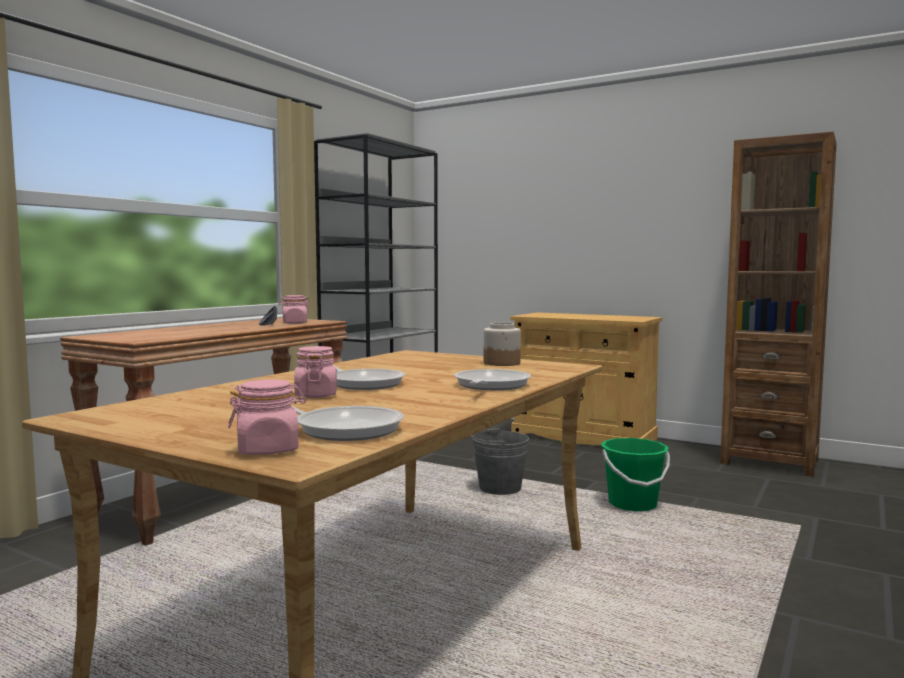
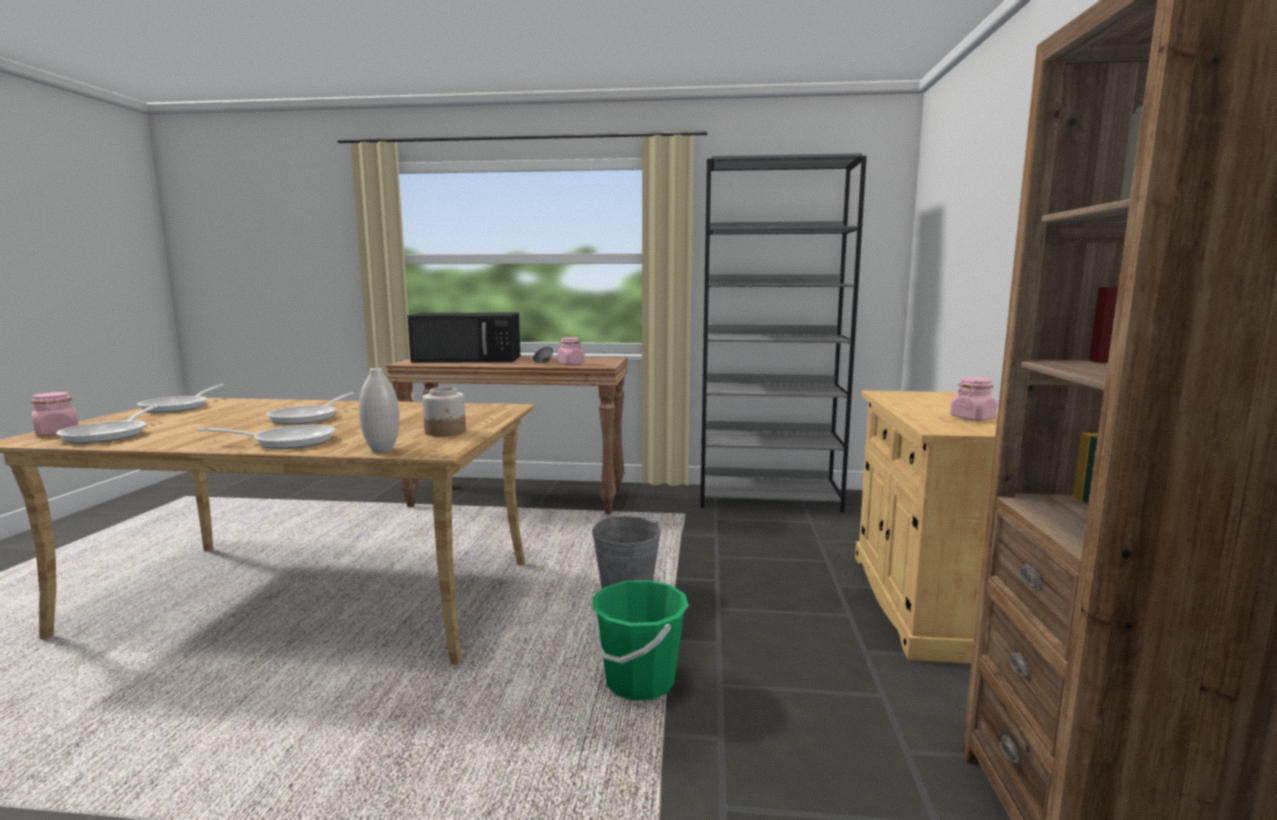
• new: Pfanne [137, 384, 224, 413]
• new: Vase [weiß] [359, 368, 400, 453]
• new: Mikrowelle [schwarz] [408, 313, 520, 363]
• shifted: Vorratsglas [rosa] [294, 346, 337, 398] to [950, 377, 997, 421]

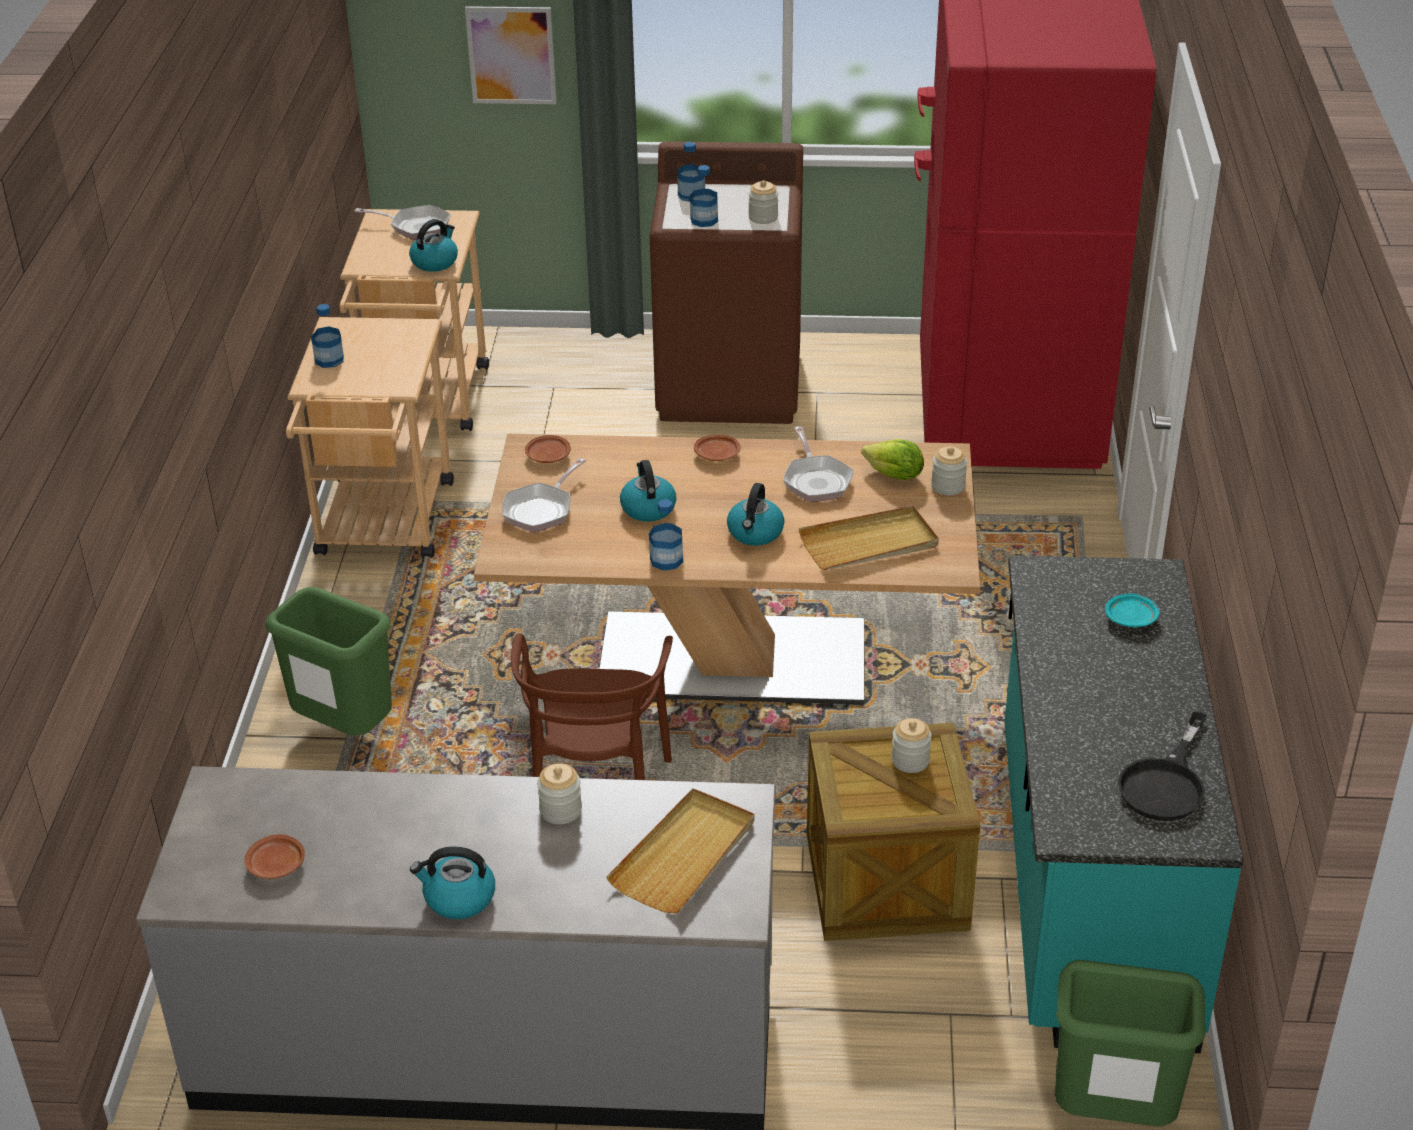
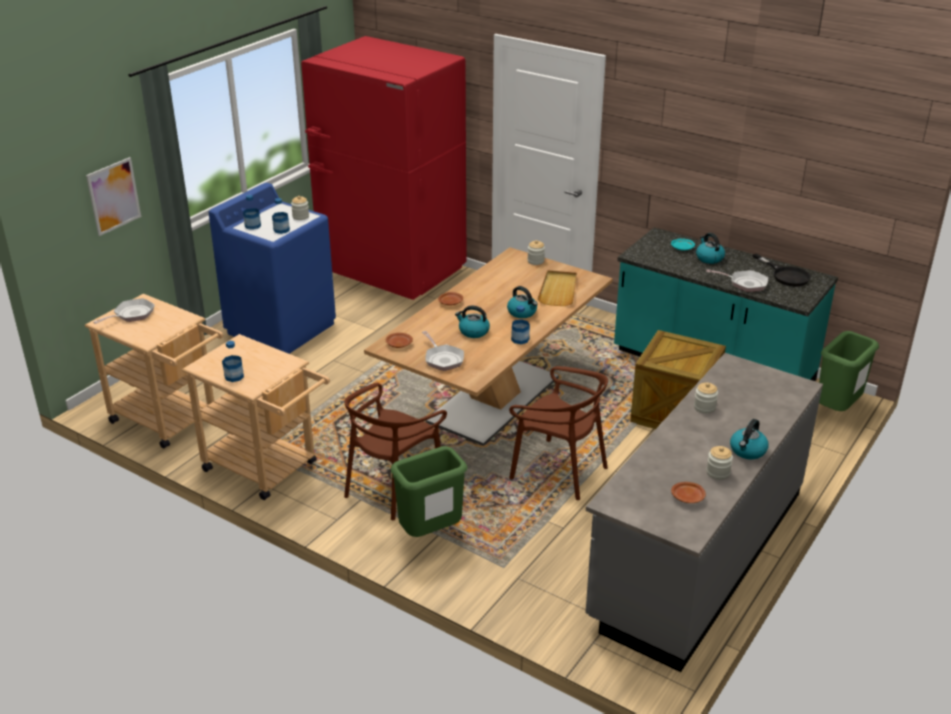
• gone: Tablett [beige] [606, 788, 755, 913]
• gone: Salatkopf [861, 439, 924, 480]
• new: Stuhl [braun] [344, 383, 447, 520]
• shifted: Wasserkessel [409, 219, 458, 272] to [696, 233, 725, 264]
• shifted: Pfanne [783, 426, 854, 502] to [706, 269, 768, 292]
• shifted: Vorratsglas [891, 718, 932, 773] to [706, 446, 733, 480]
• repainted: Waschmaschine [braun] [650, 141, 803, 424] to Waschmaschine [blau] [209, 183, 336, 354]

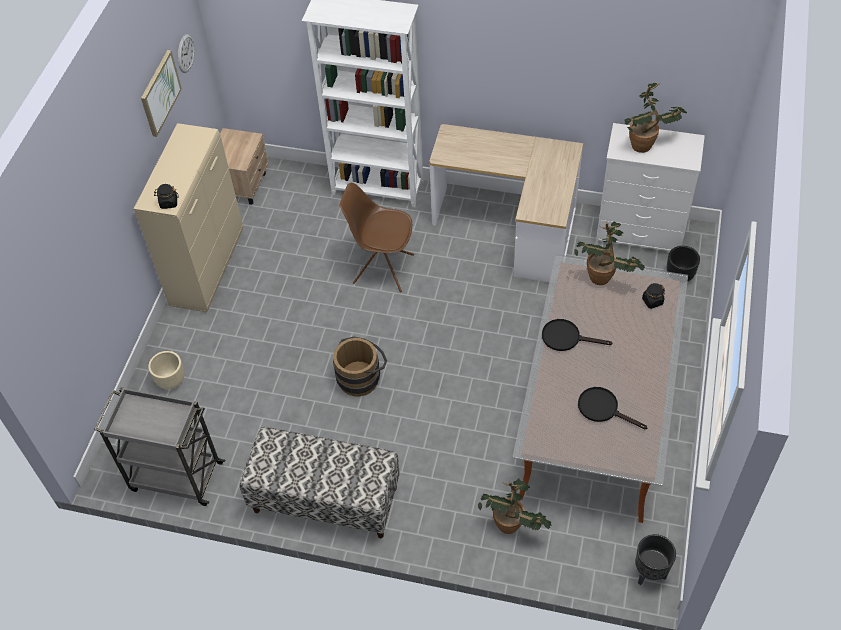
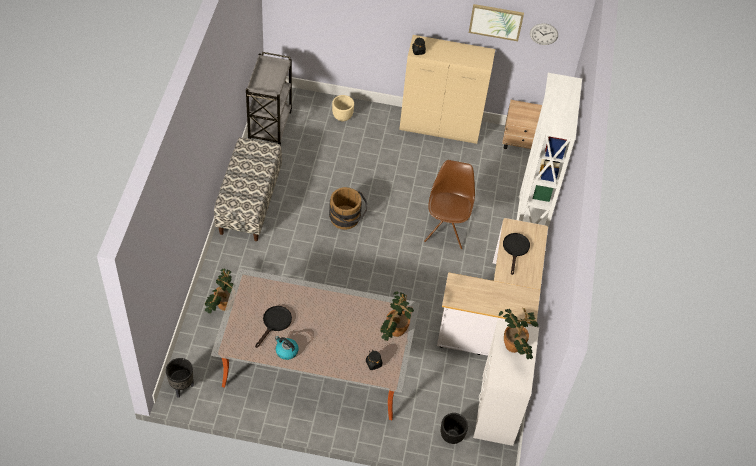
• new: Wasserkessel [275, 336, 299, 360]
• shifted: Pfanne [schwarz] [542, 319, 612, 351] to [503, 233, 530, 275]

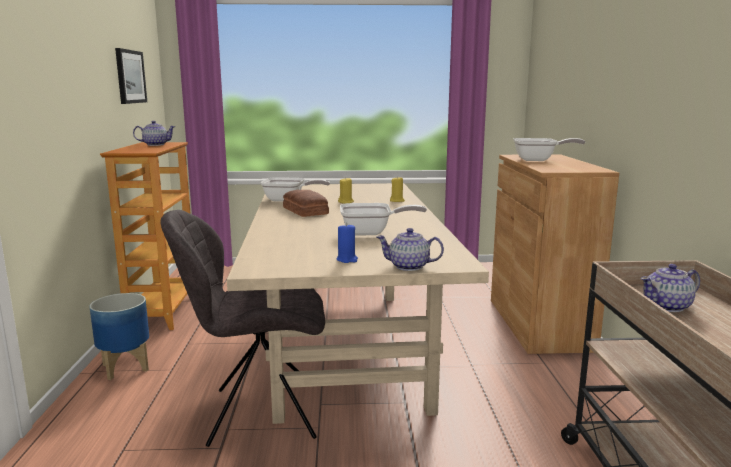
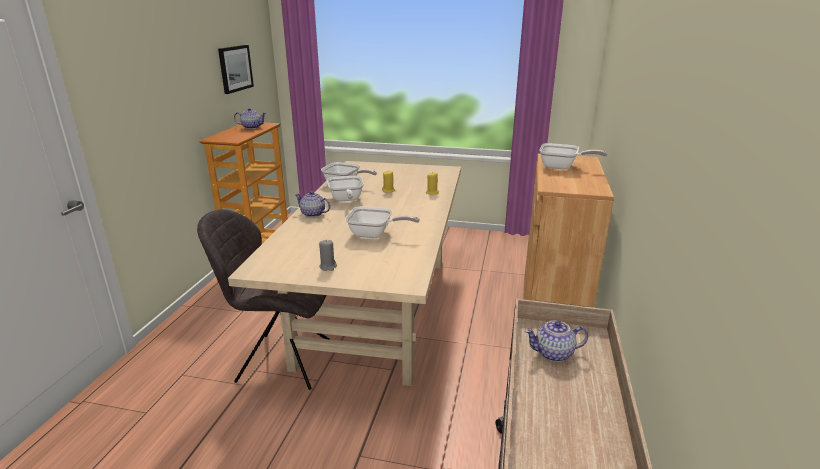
• gone: Pflanzkübel [89, 293, 149, 380]
• shifted: Teekanne [376, 228, 444, 271] to [294, 191, 331, 217]
• swapped: Brot [283, 190, 329, 217] to Pfanne [327, 176, 364, 202]
• repainted: Kerze [blau] [336, 223, 358, 263] to Kerze [grau] [319, 240, 337, 271]

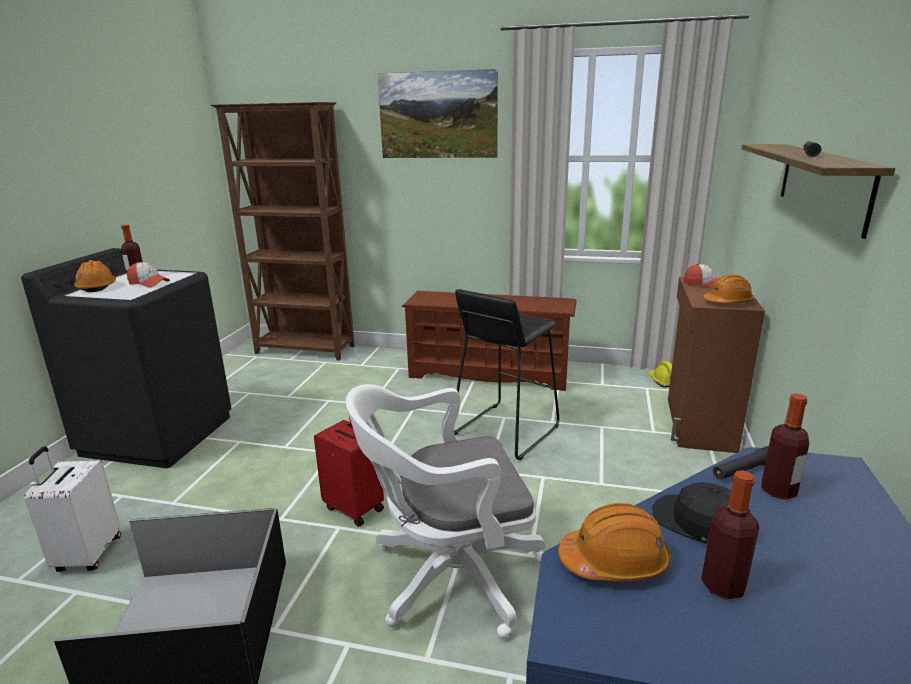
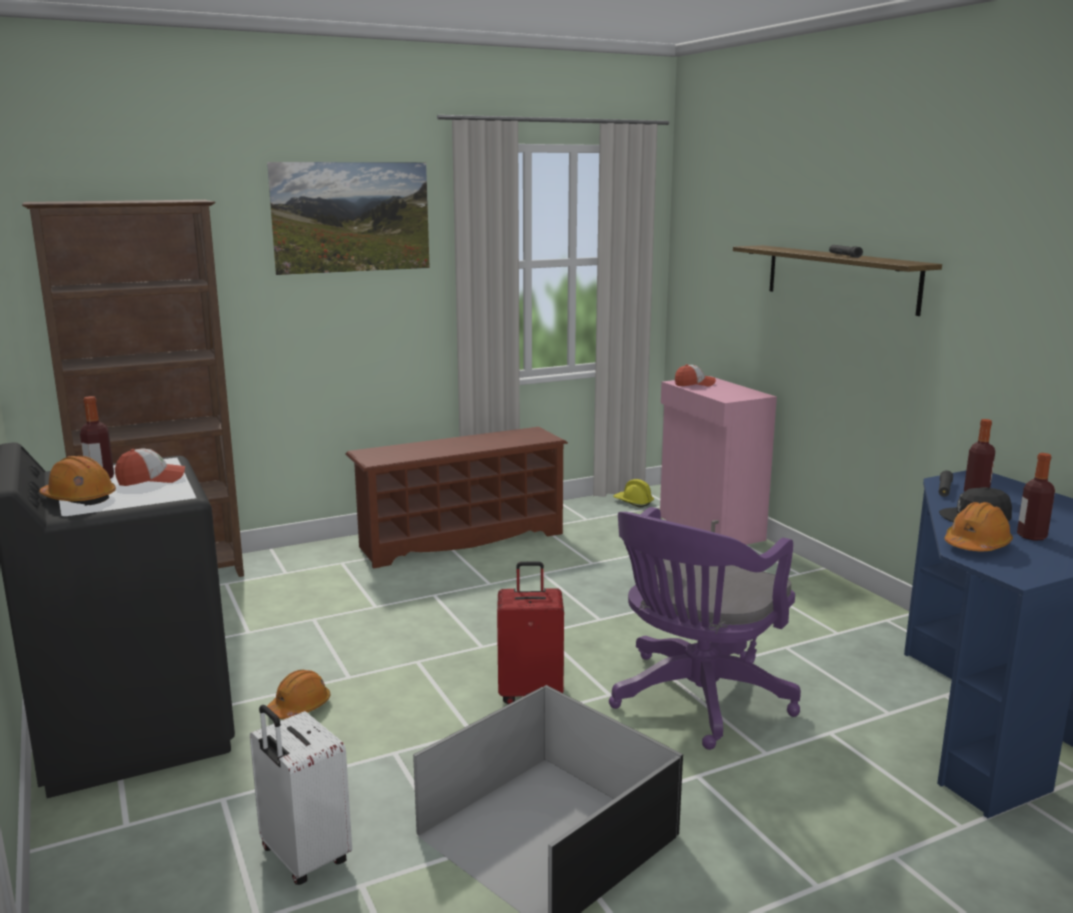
• gone: Hocker [schwarz] [454, 289, 559, 460]
• shifted: Schutzhelm [orange] [703, 275, 754, 303] to [267, 670, 331, 719]
• repainted: Bürostuhl [weiß] [346, 384, 545, 639] to Bürostuhl [lila] [609, 507, 801, 750]
• repainted: Schrank [braun] [668, 277, 765, 453] to Schrank [rosa] [660, 376, 777, 545]

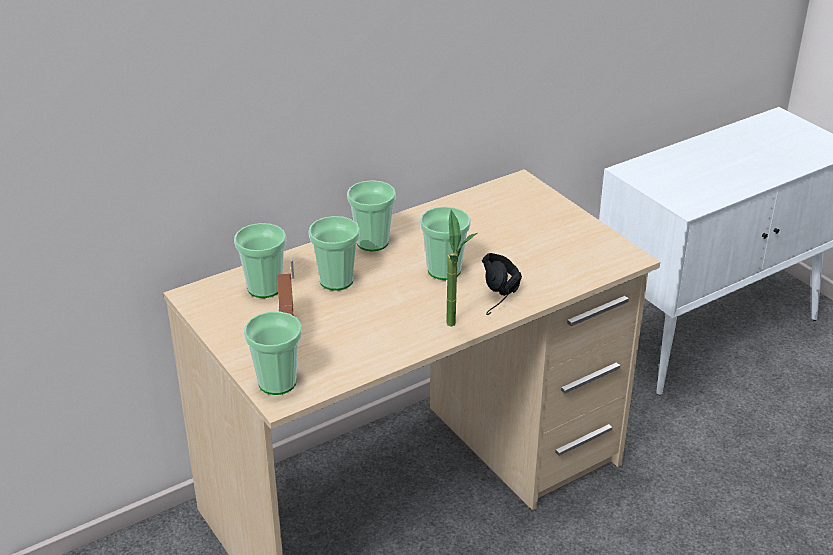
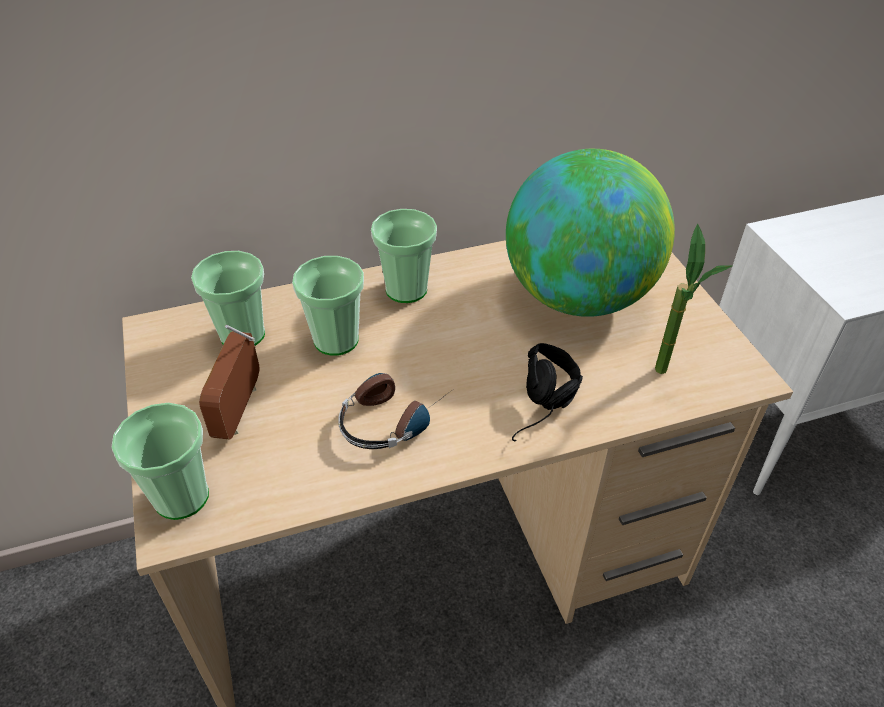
• gone: Tasse [420, 206, 471, 280]
• new: Kopfhörer [338, 373, 454, 449]
• new: Globus [506, 149, 675, 317]
• shifted: Topfpflanze [446, 210, 477, 327] to [655, 224, 732, 374]

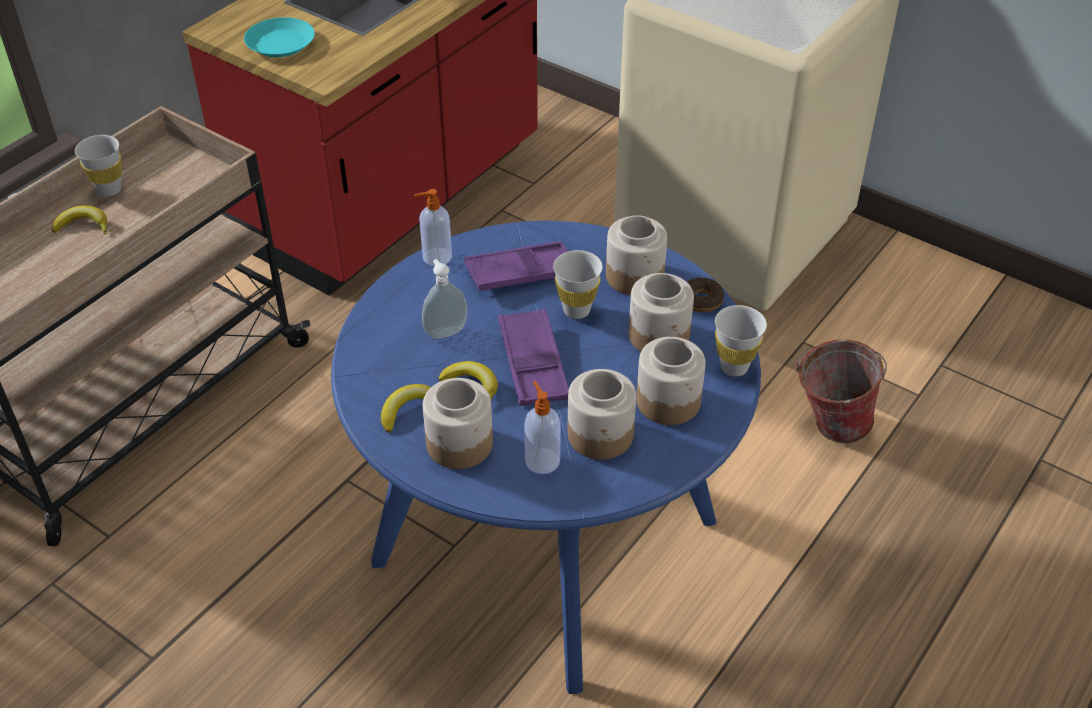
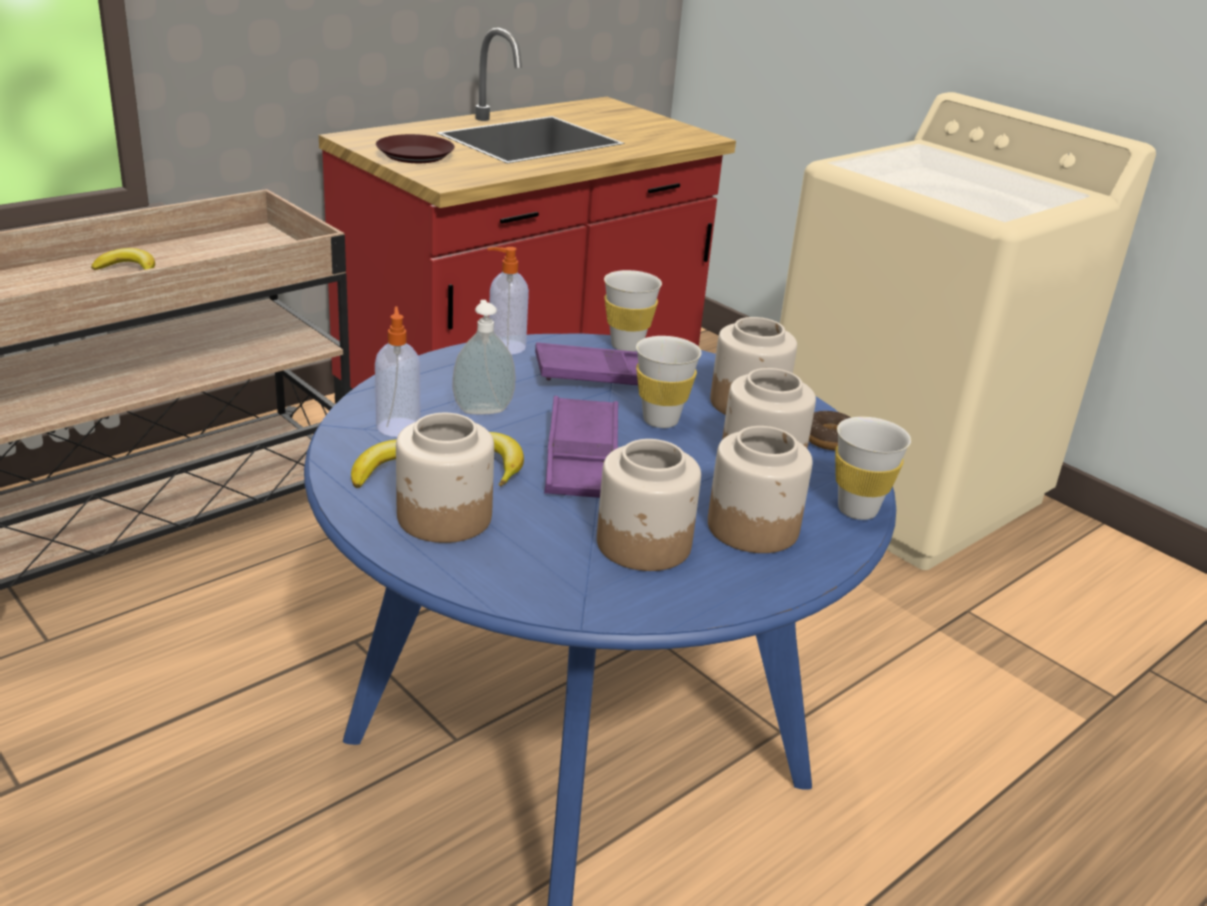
• gone: Eimer [796, 339, 887, 443]
• shifted: Tasse [weiß] [75, 135, 122, 196] to [604, 270, 662, 352]
• shifted: Seifenspender [524, 381, 561, 474] to [375, 307, 420, 437]
• repainted: Teller [türkis] [244, 17, 315, 57] to Teller [braun] [376, 134, 455, 163]

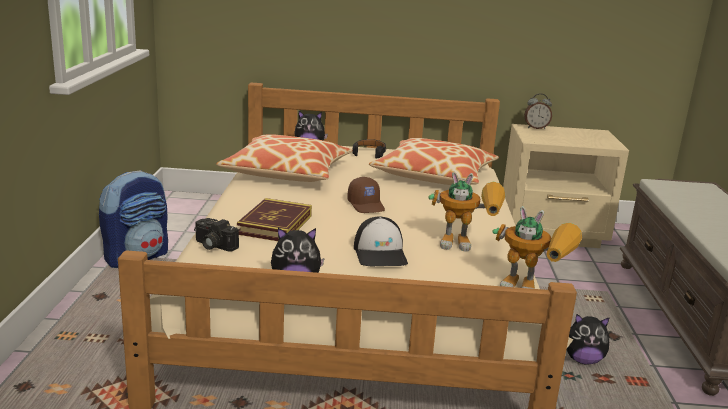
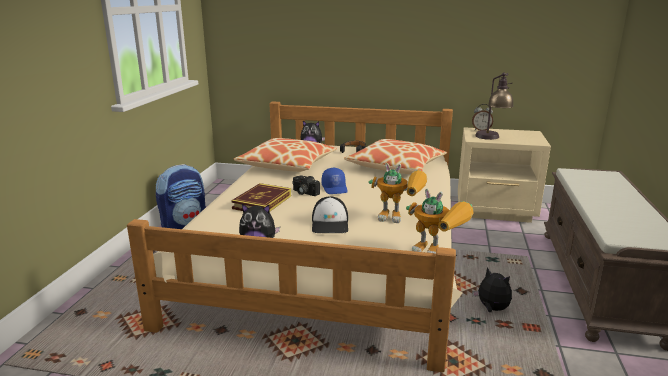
• new: Tischlampe [475, 73, 514, 140]
• shifted: Kamera [194, 218, 239, 252] to [292, 175, 320, 196]
• repainted: Kappe [braun] [347, 177, 385, 213] to Kappe [blau] [322, 168, 348, 194]
• rotated: Plüschtier [566, 314, 610, 365] = [473, 267, 512, 312] 150 degrees counterclockwise

